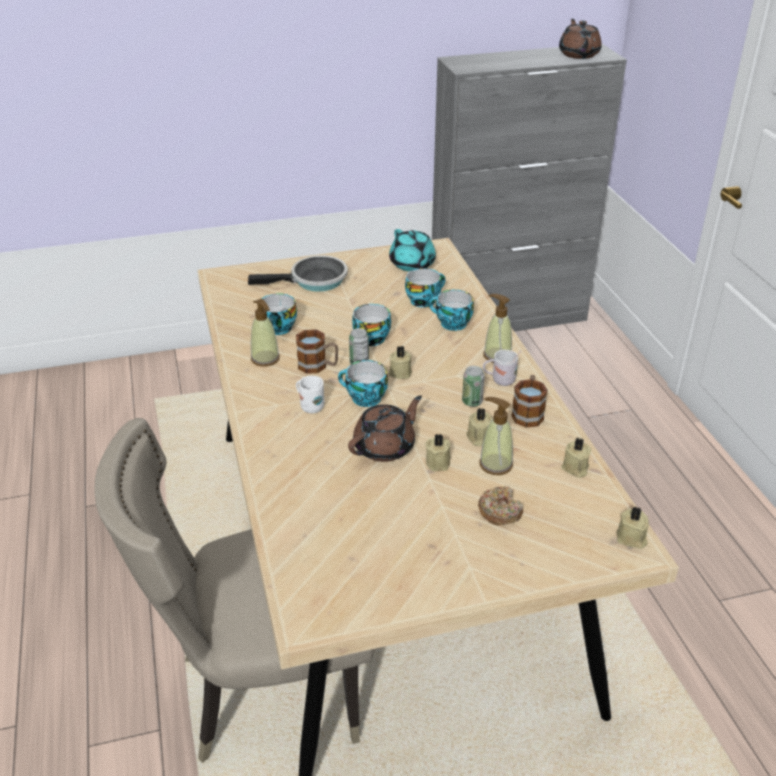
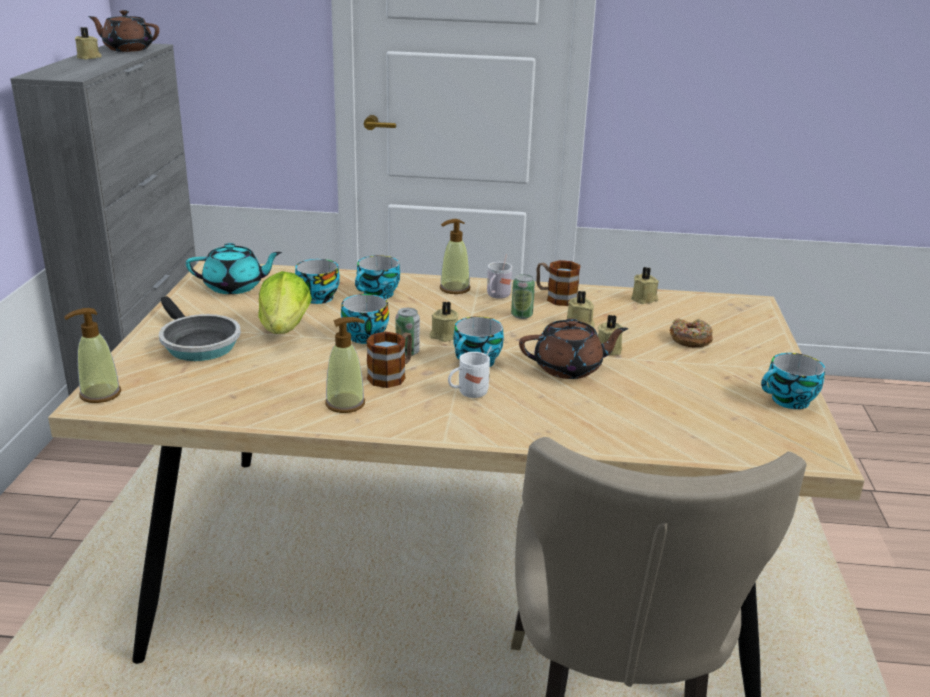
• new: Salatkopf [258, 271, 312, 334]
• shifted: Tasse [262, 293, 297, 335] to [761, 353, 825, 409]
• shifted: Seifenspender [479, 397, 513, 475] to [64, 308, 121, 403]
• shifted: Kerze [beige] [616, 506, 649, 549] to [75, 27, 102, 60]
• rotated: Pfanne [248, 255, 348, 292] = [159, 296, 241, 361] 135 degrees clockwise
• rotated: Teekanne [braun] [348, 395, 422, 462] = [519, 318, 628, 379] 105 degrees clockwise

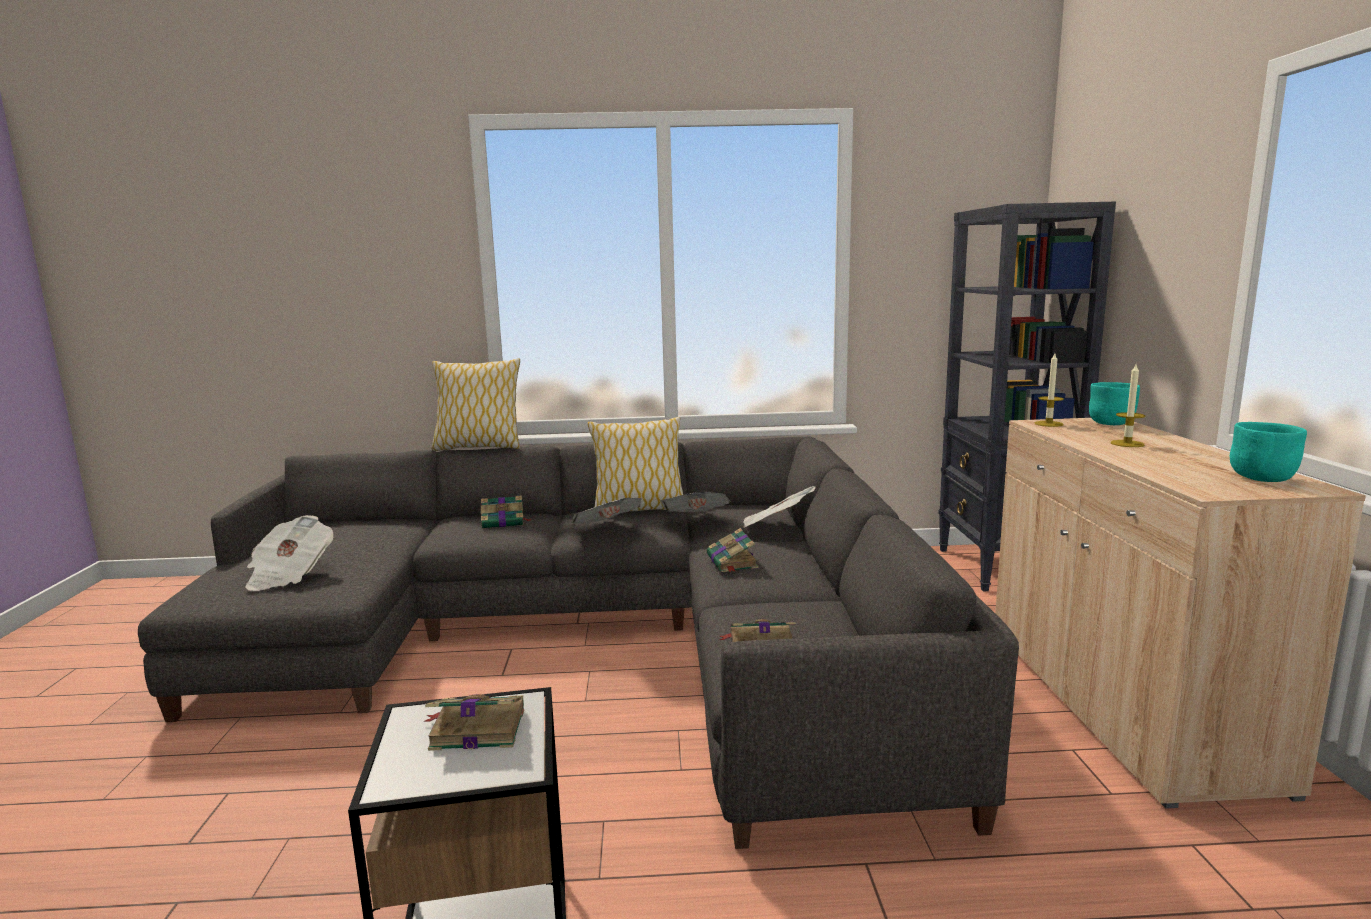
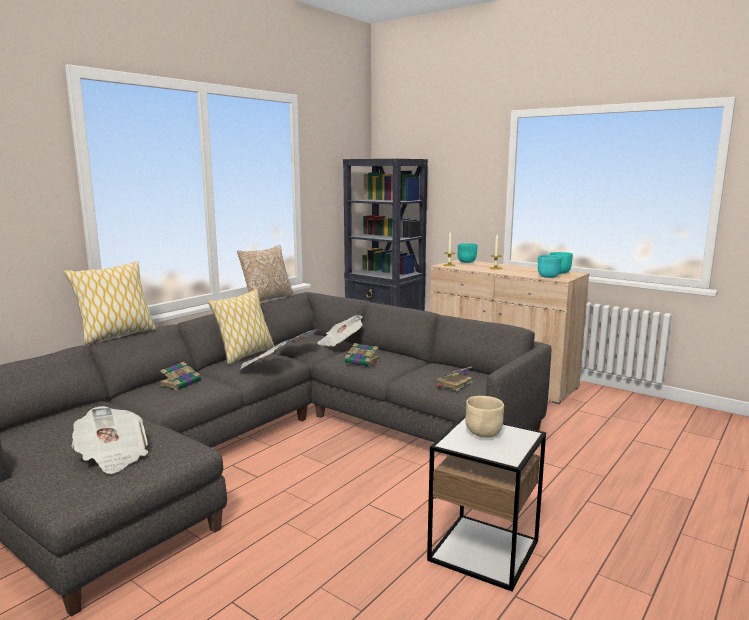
• new: Kissen [237, 245, 294, 301]
• new: Schüssel [türkis] [538, 255, 562, 278]
• swapped: Buch [424, 694, 524, 751] to Schüssel [beige] [465, 396, 504, 438]

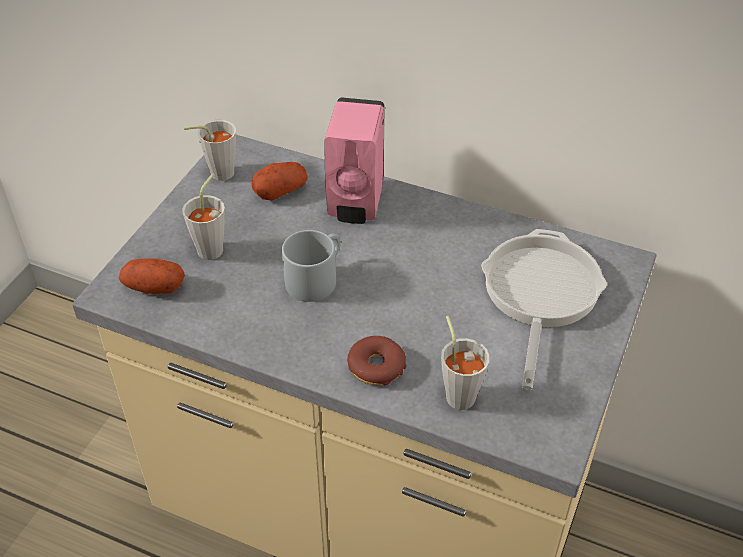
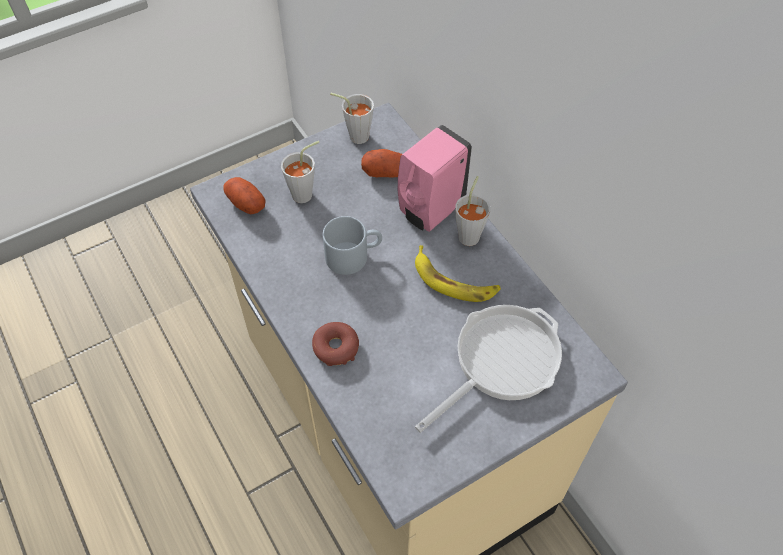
• new: Banane [415, 245, 501, 302]
• shifted: Tasse [grau] [441, 316, 490, 410] to [455, 176, 490, 246]

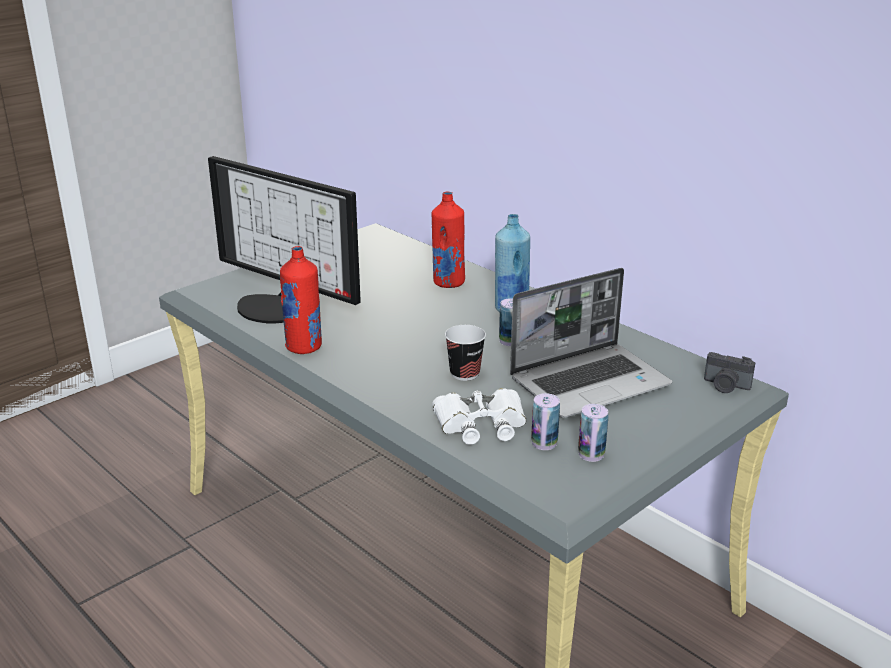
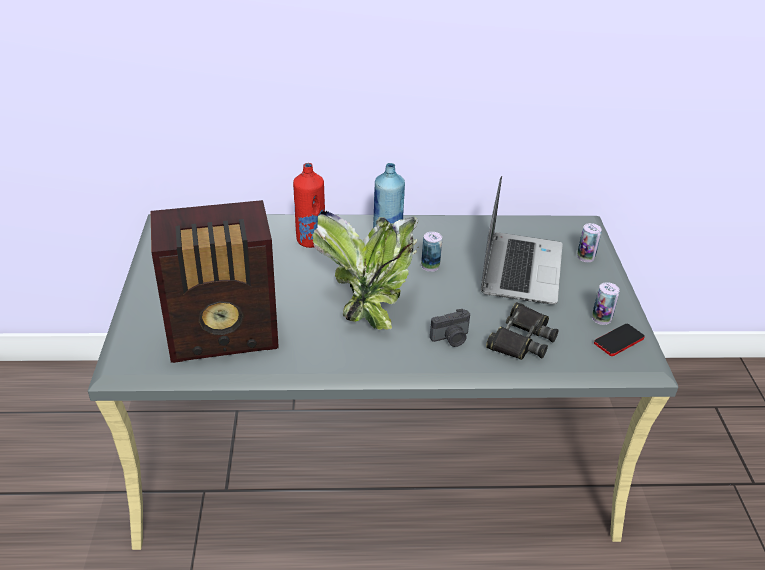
• gone: Flasche [rot] [280, 246, 322, 354]
• gone: Tasse [445, 325, 486, 381]
• new: Topfpflanze [312, 211, 418, 330]
• new: Handy [594, 324, 645, 356]
• shifted: Dose [531, 393, 560, 450] to [577, 223, 602, 262]
• shifted: Kamera [704, 352, 755, 393] to [430, 309, 470, 347]
• swapped: Monitor [208, 156, 361, 324] to Radio [151, 200, 279, 363]
• repainted: Fernglas [weiß] [432, 388, 526, 445] to Fernglas [schwarz] [486, 302, 558, 360]

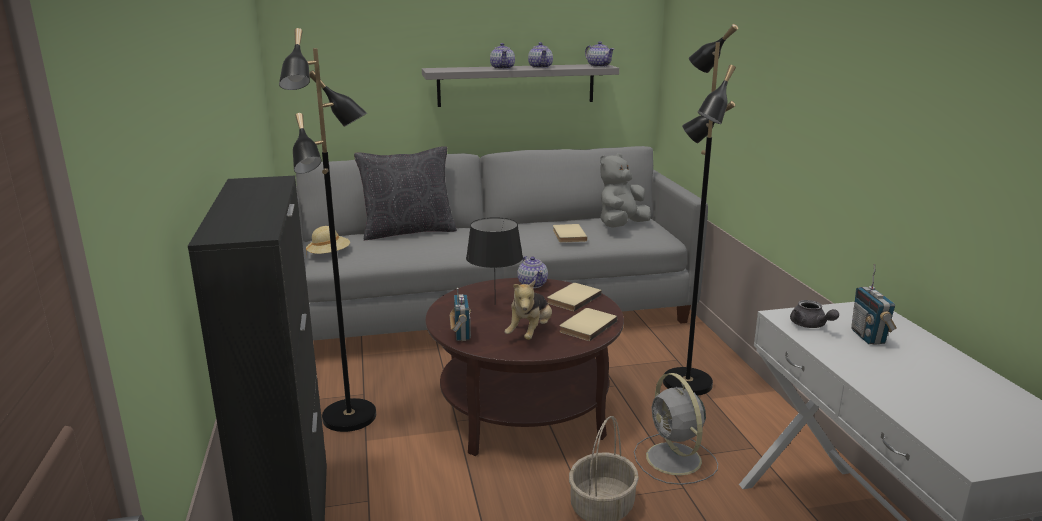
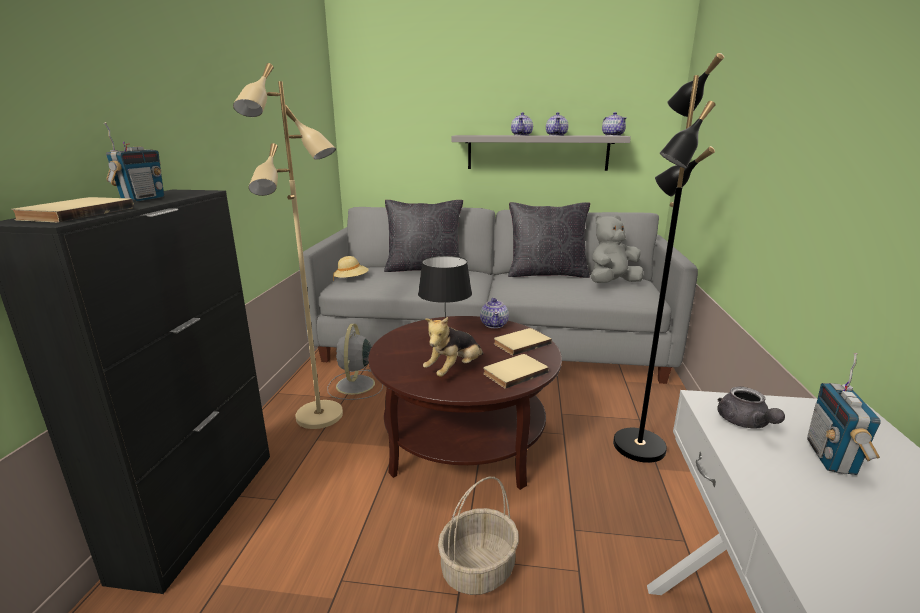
• new: Kissen [schwarz] [508, 202, 590, 278]
• shifted: Radio [450, 288, 471, 341] to [104, 122, 164, 202]
• shifted: Buch [beige] [553, 224, 587, 243] to [11, 197, 134, 222]
• shifted: Ventilator [grau] [634, 373, 718, 485] to [327, 324, 383, 400]
• repainted: Stehlampe [schwarz] [279, 28, 376, 432] to Stehlampe [beige] [233, 63, 343, 429]

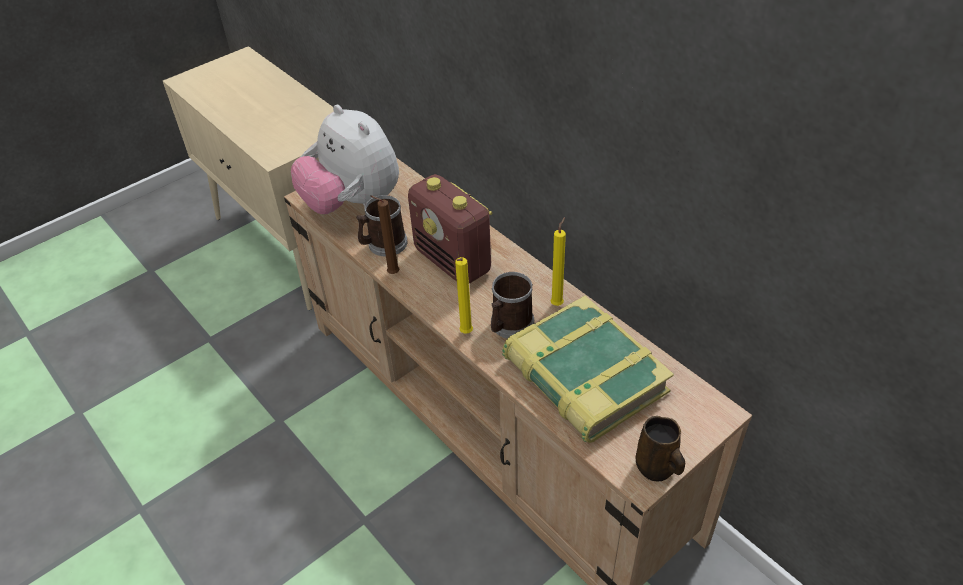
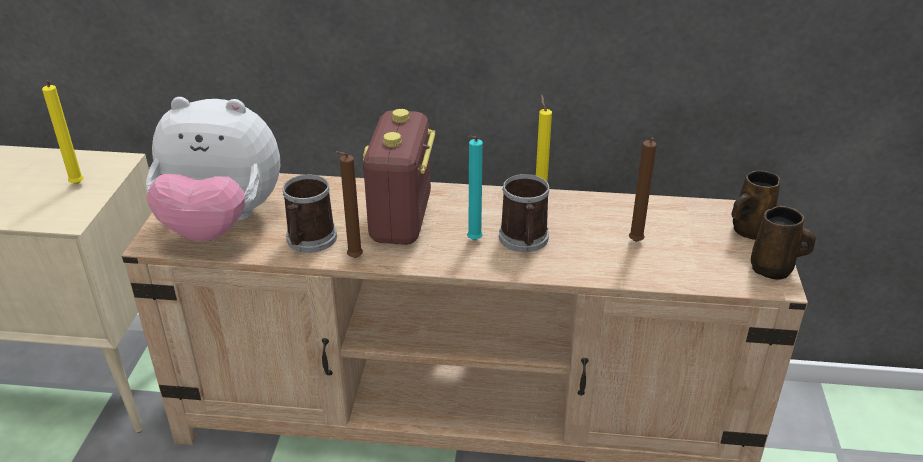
• new: Kerze [türkis] [467, 136, 483, 240]
• new: Henkelbecher [braun] [731, 170, 780, 240]
• shifted: Kerze [gelb] [455, 257, 473, 334] to [42, 81, 84, 185]
• swapped: Buch [502, 296, 674, 443] to Kerze [braun] [629, 138, 657, 242]
• rotated: Radio [408, 174, 492, 283] = [363, 109, 435, 245] 90 degrees clockwise

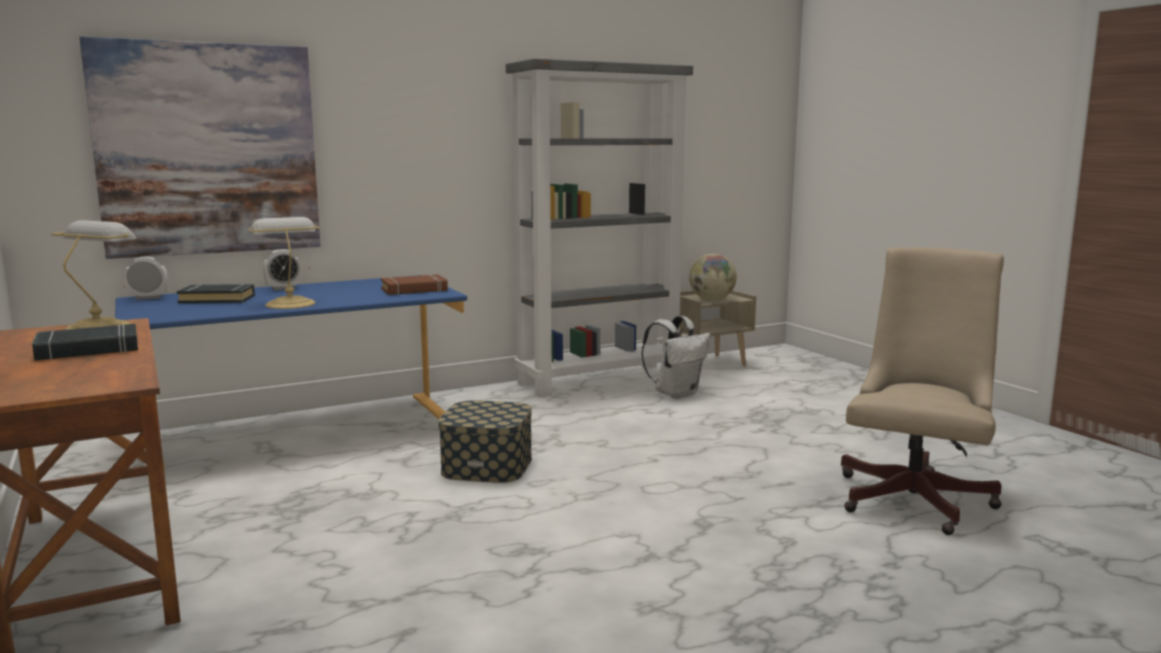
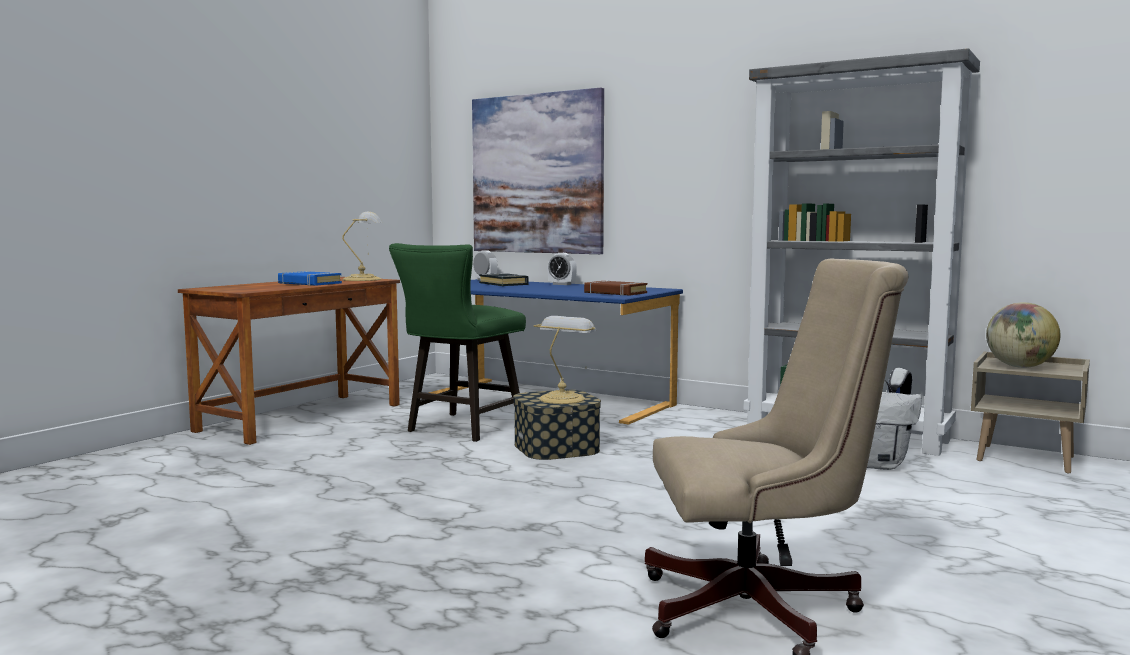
• new: Hocker [grün] [389, 243, 526, 442]
• shifted: Tischlampe [248, 217, 320, 309] to [533, 316, 597, 404]
• repainted: Buch [schwarz] [32, 324, 138, 361] to Buch [blau] [278, 271, 342, 286]

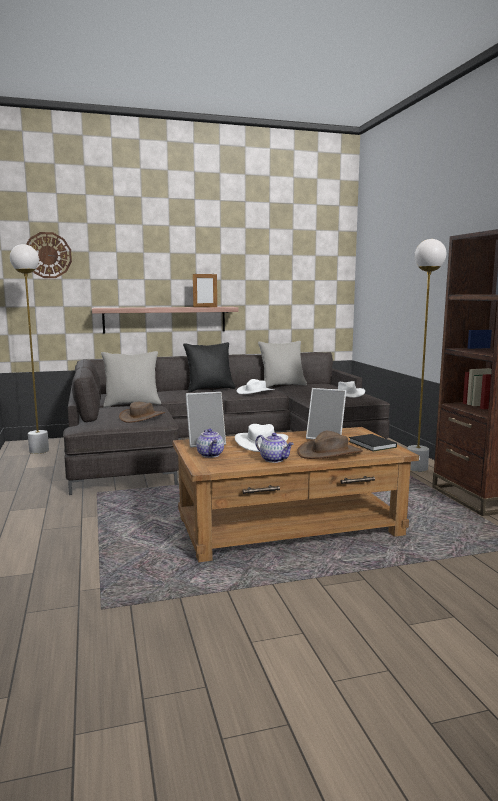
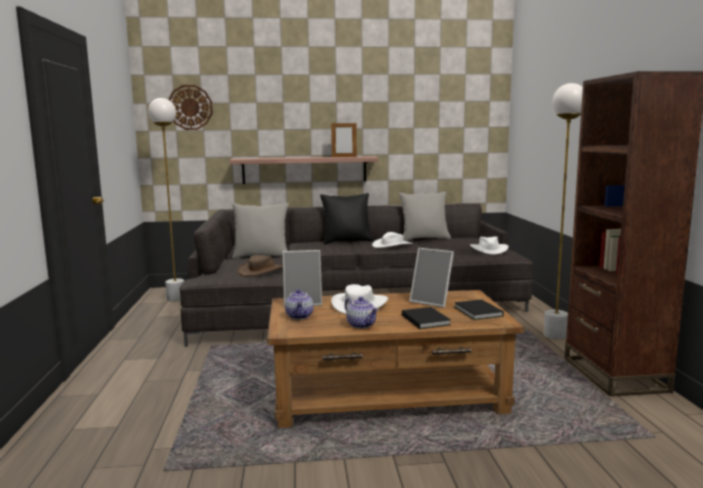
• swapped: Hut [braun] [297, 431, 363, 459] to Buch [schwarz] [402, 307, 451, 329]

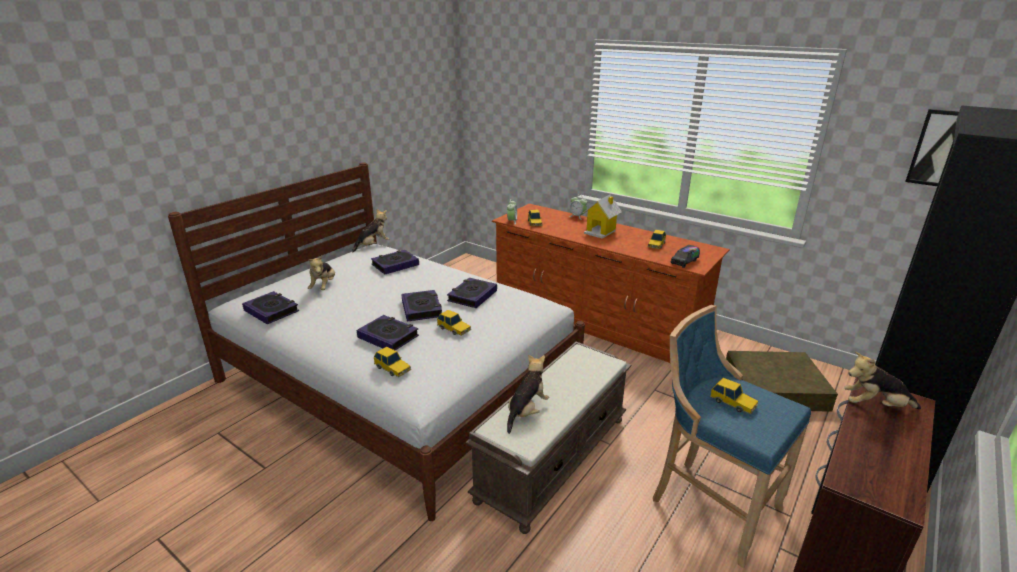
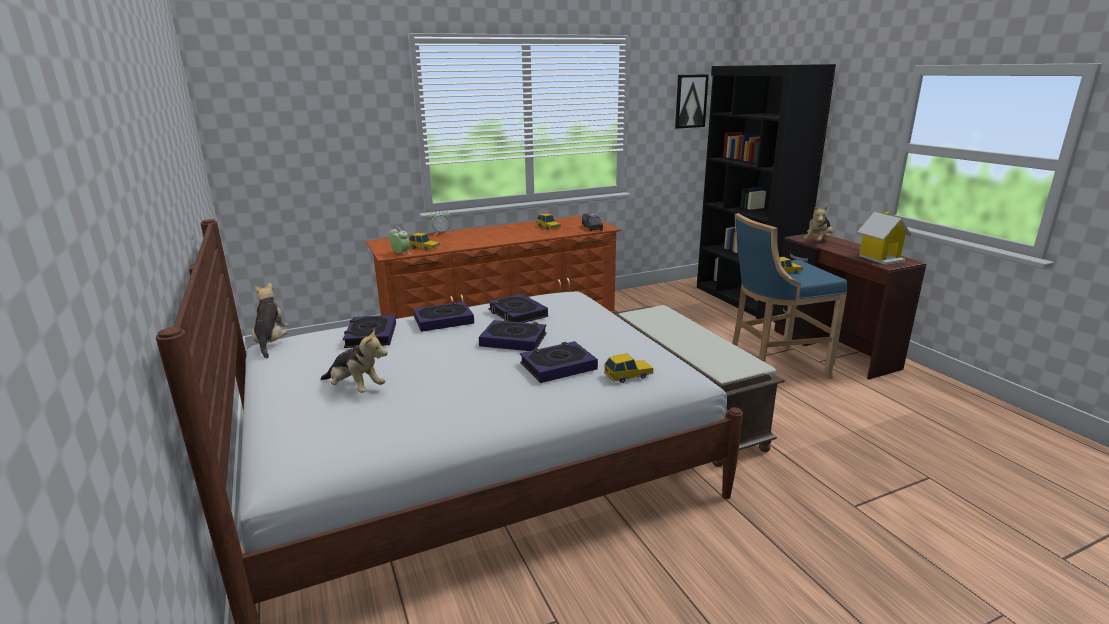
• gone: Spielzeugauto [437, 310, 471, 336]
• gone: Plüschtier [507, 355, 549, 434]
• gone: Aufbewahrungsbox [braun] [726, 351, 838, 412]
• shifted: Buch [242, 291, 299, 324] to [413, 301, 474, 332]
• shifted: Spielzeughaus [583, 195, 622, 239] to [857, 212, 911, 265]

